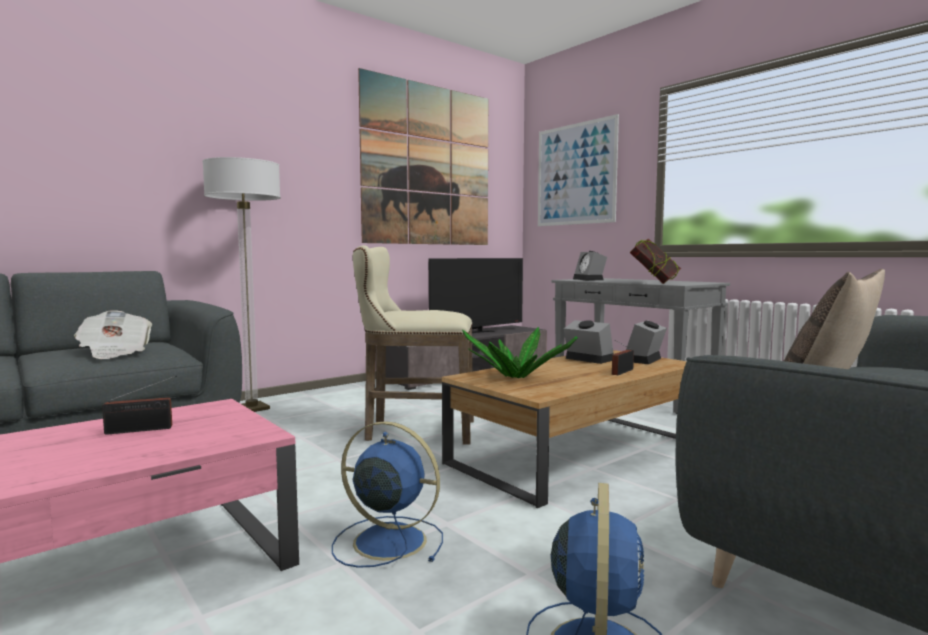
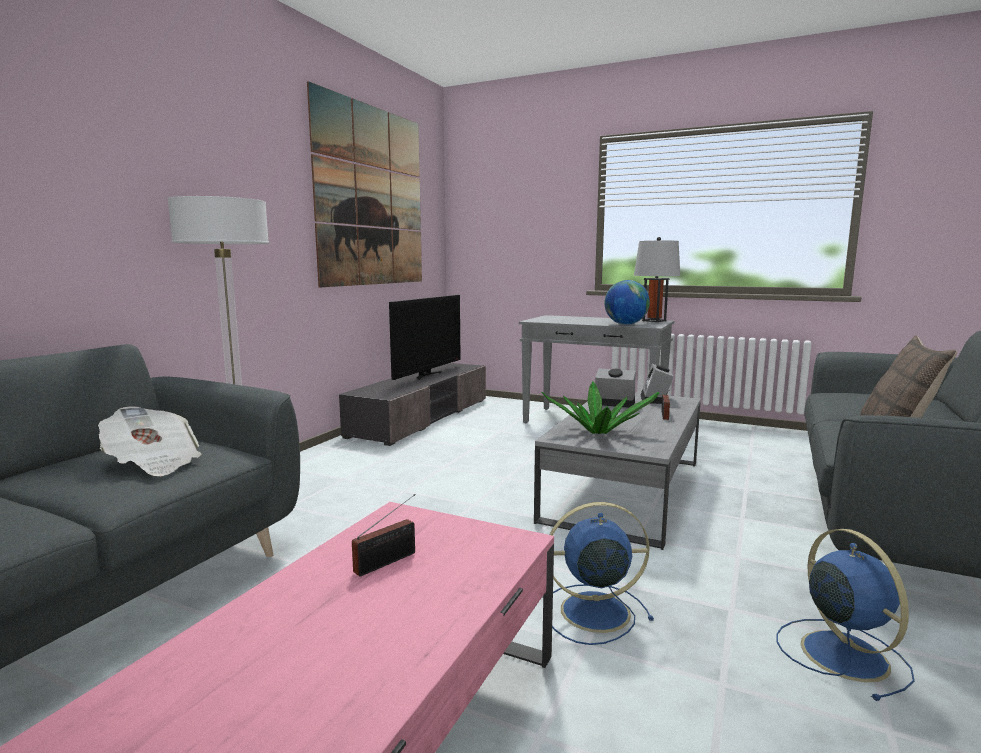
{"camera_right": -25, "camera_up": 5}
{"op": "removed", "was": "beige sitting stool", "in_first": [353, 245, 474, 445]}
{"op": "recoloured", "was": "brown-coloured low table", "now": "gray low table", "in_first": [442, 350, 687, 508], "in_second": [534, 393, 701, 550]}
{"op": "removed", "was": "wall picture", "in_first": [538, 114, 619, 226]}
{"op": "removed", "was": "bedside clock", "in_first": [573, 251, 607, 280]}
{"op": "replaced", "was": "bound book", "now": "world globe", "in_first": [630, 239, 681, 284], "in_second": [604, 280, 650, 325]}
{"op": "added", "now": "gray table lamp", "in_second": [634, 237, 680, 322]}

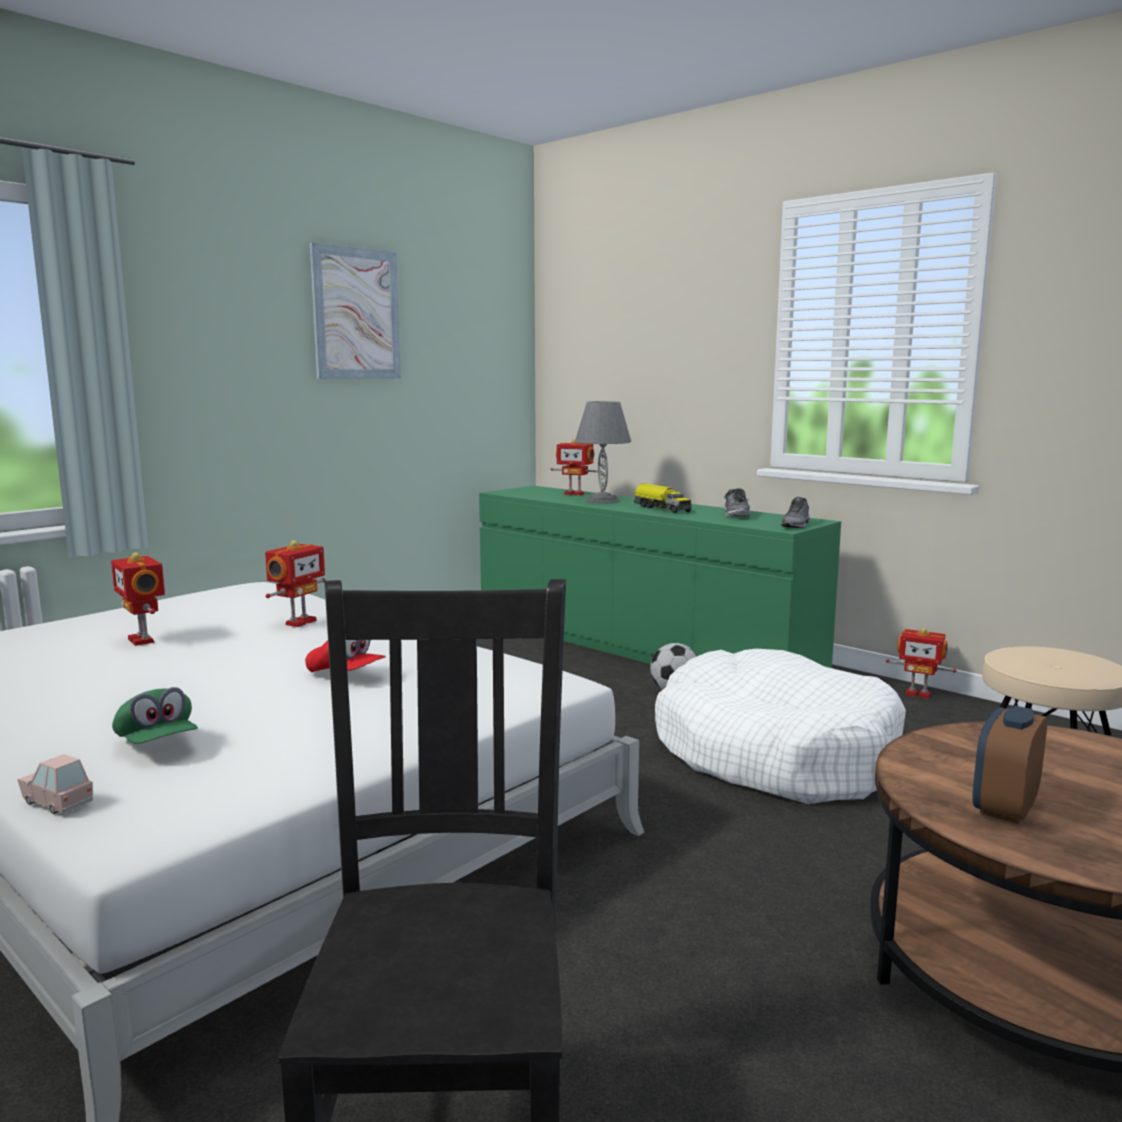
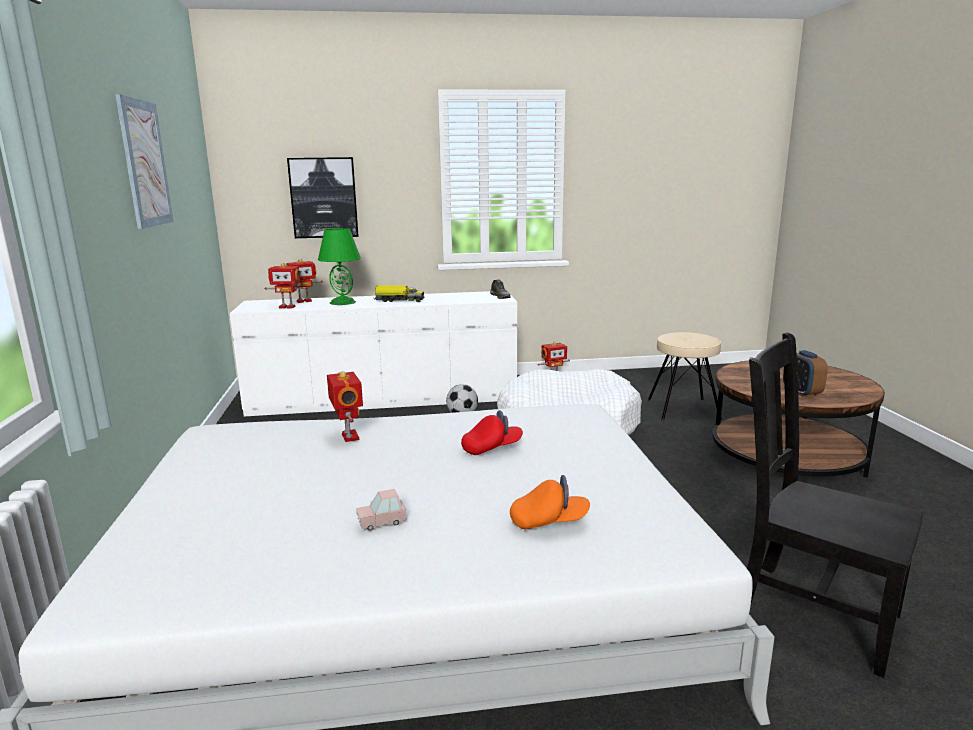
{"camera_right": -50, "camera_up": 5}
{"op": "moved", "was": "pink miniature car", "in_first": [18, 754, 93, 814], "in_second": [356, 489, 406, 531]}
{"op": "moved", "was": "robot figure", "in_first": [111, 553, 165, 646], "in_second": [264, 263, 307, 309]}
{"op": "recoloured", "was": "greenish baseball cap", "now": "orange-coloured baseball cap", "in_first": [112, 687, 198, 744], "in_second": [510, 475, 590, 530]}
{"op": "recoloured", "was": "greenish dresser", "now": "white dresser", "in_first": [479, 486, 841, 668], "in_second": [230, 291, 517, 416]}
{"op": "recoloured", "was": "gray table lamp", "now": "greenish table lamp", "in_first": [575, 401, 631, 503], "in_second": [318, 228, 361, 305]}
{"op": "removed", "was": "shoe", "in_first": [724, 488, 750, 518]}
{"op": "added", "now": "wall picture", "in_second": [287, 157, 359, 238]}

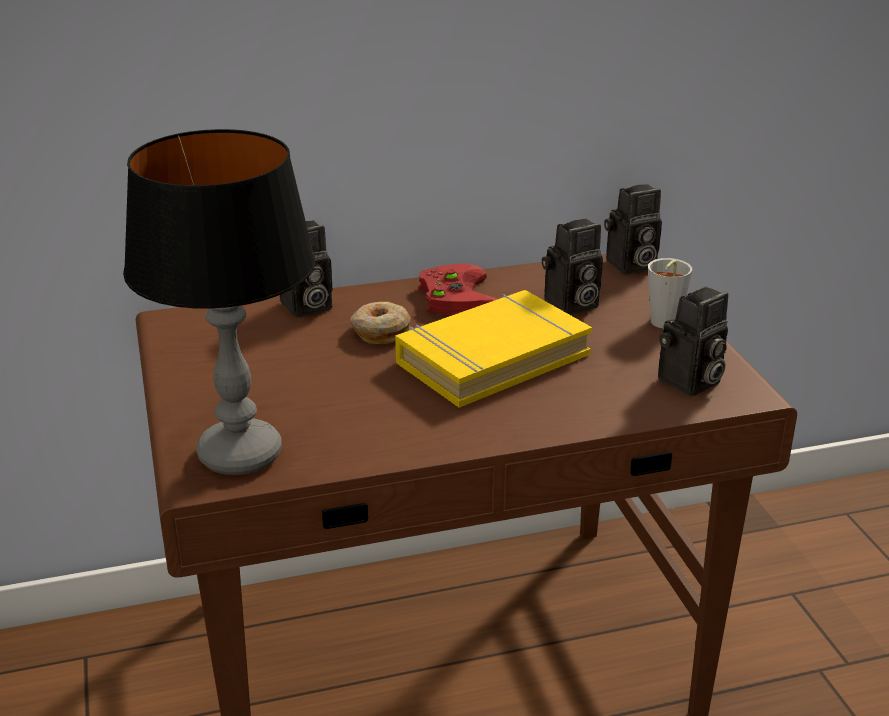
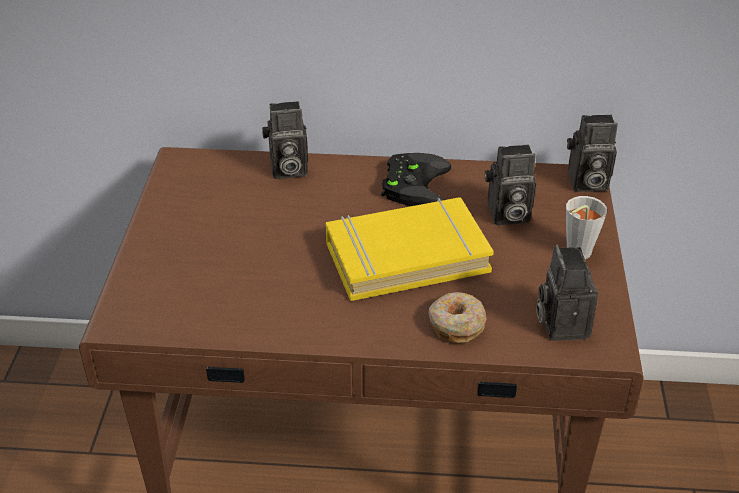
{"camera_right": 20, "camera_up": 10}
{"op": "removed", "was": "table lamp", "in_first": [123, 129, 316, 475]}
{"op": "moved", "was": "doughnut", "in_first": [350, 302, 411, 344], "in_second": [429, 292, 487, 343]}
{"op": "recoloured", "was": "reddish gamepad", "now": "blackish gamepad", "in_first": [418, 264, 497, 315], "in_second": [381, 153, 451, 206]}
{"op": "turned", "was": "photo camera", "in_first": [658, 286, 728, 396], "in_second": [536, 245, 598, 341], "clockwise": 105}

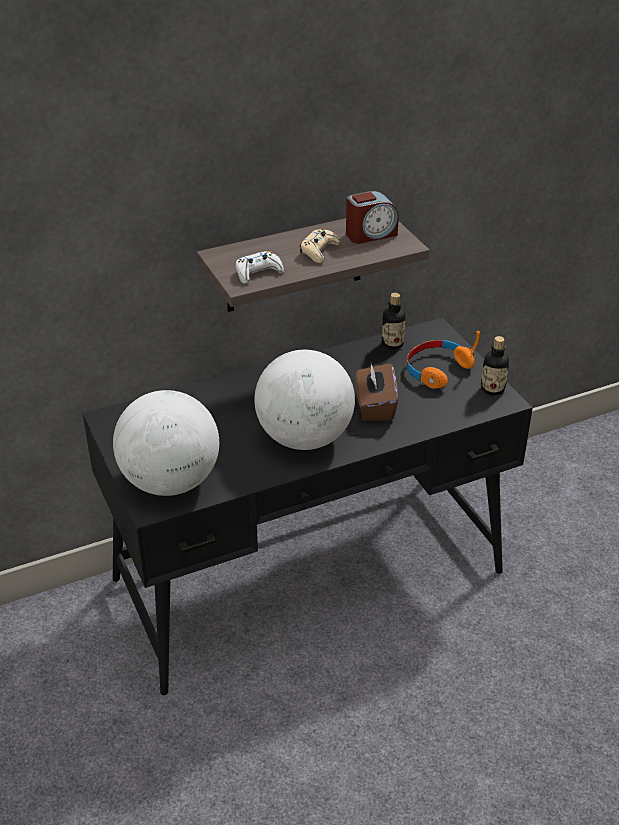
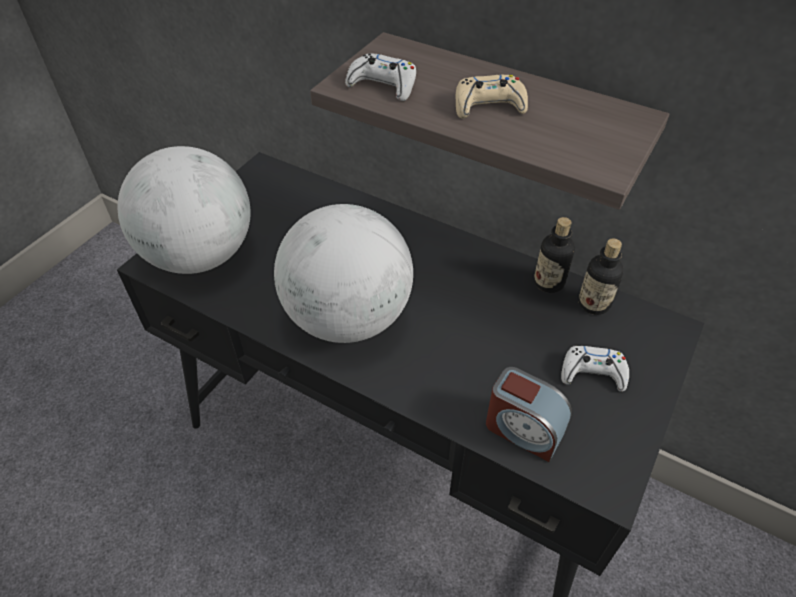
{"camera_right": 55, "camera_up": 10}
{"op": "moved", "was": "bedside clock", "in_first": [346, 191, 399, 244], "in_second": [486, 367, 572, 462]}
{"op": "removed", "was": "brown-coloured tissue holder", "in_first": [356, 363, 398, 421]}
{"op": "replaced", "was": "orange-coloured pair of headphones", "now": "white gamepad", "in_first": [406, 331, 480, 389], "in_second": [561, 345, 629, 392]}
{"op": "moved", "was": "beverage bottle", "in_first": [481, 336, 509, 396], "in_second": [534, 217, 575, 293]}

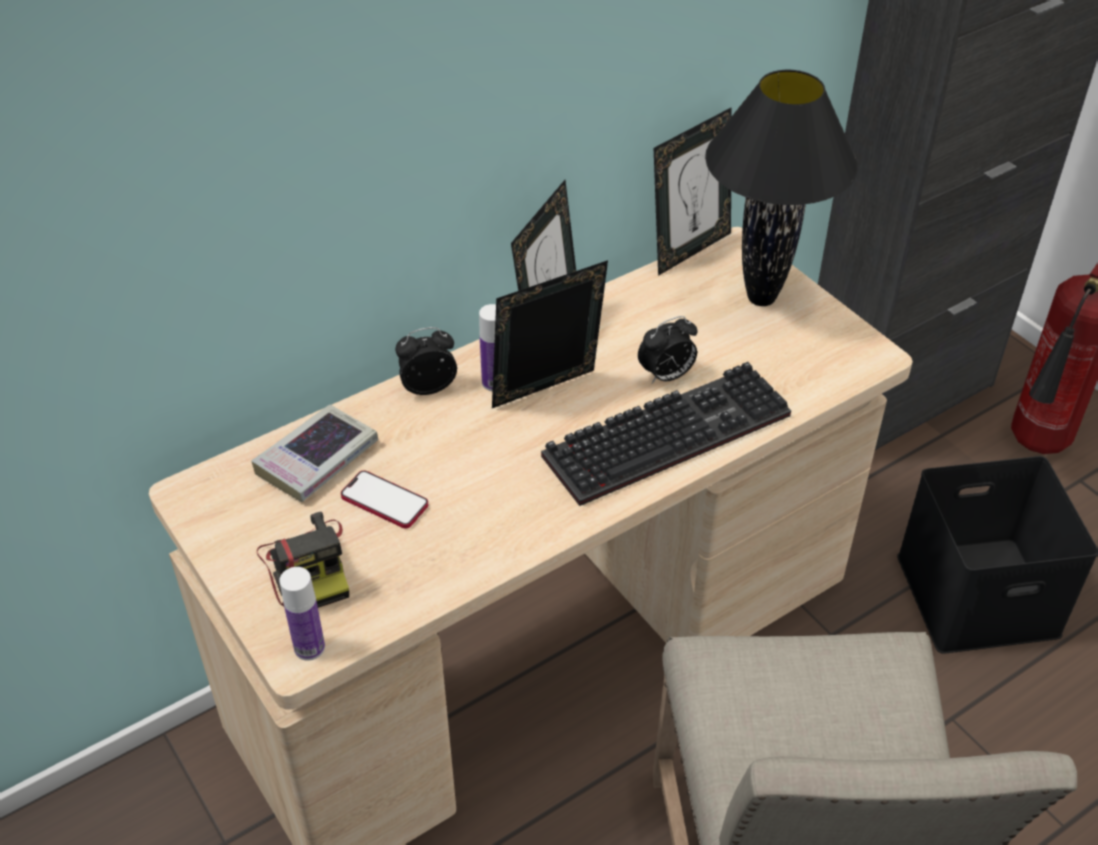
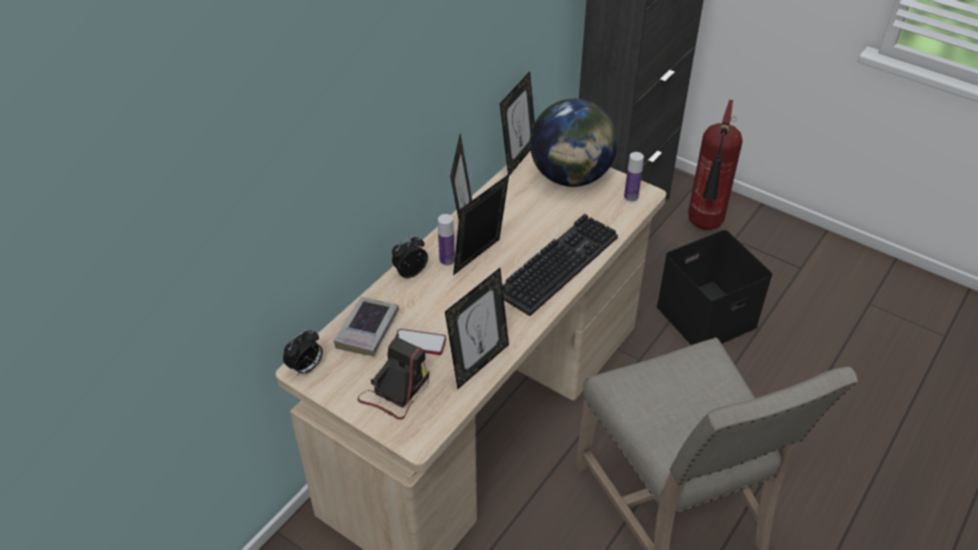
{"camera_right": -20, "camera_up": 0}
{"op": "turned", "was": "photo camera", "in_first": [257, 512, 349, 608], "in_second": [358, 337, 430, 420], "clockwise": -105}
{"op": "moved", "was": "beverage bottle", "in_first": [279, 567, 325, 661], "in_second": [624, 152, 644, 202]}
{"op": "moved", "was": "bedside clock", "in_first": [638, 316, 698, 384], "in_second": [283, 330, 323, 376]}
{"op": "replaced", "was": "blackish table lamp", "now": "world globe", "in_first": [705, 70, 858, 306], "in_second": [530, 99, 618, 187]}
{"op": "added", "now": "picture frame", "in_second": [445, 268, 509, 389]}

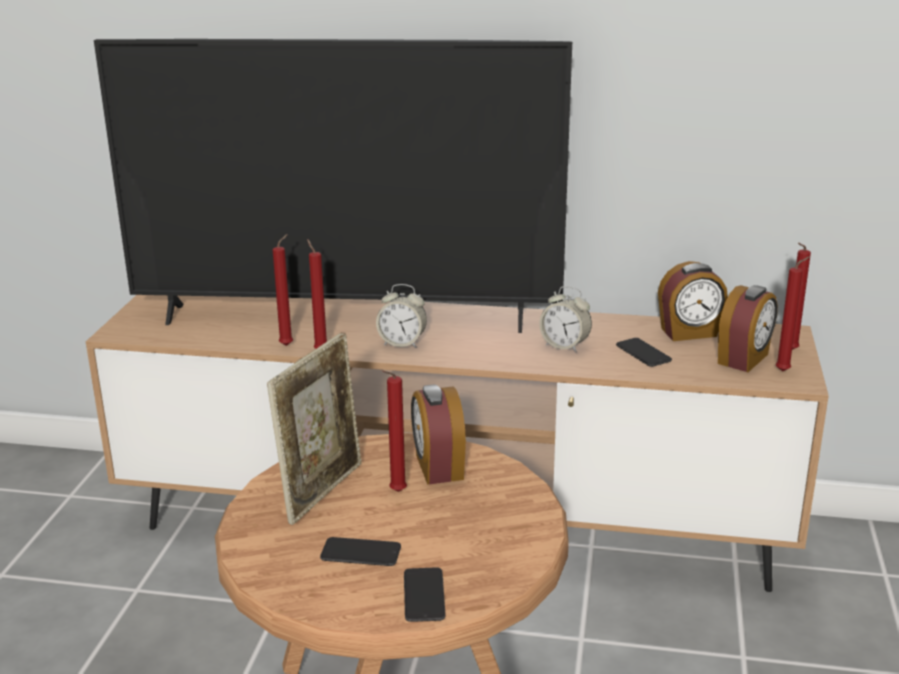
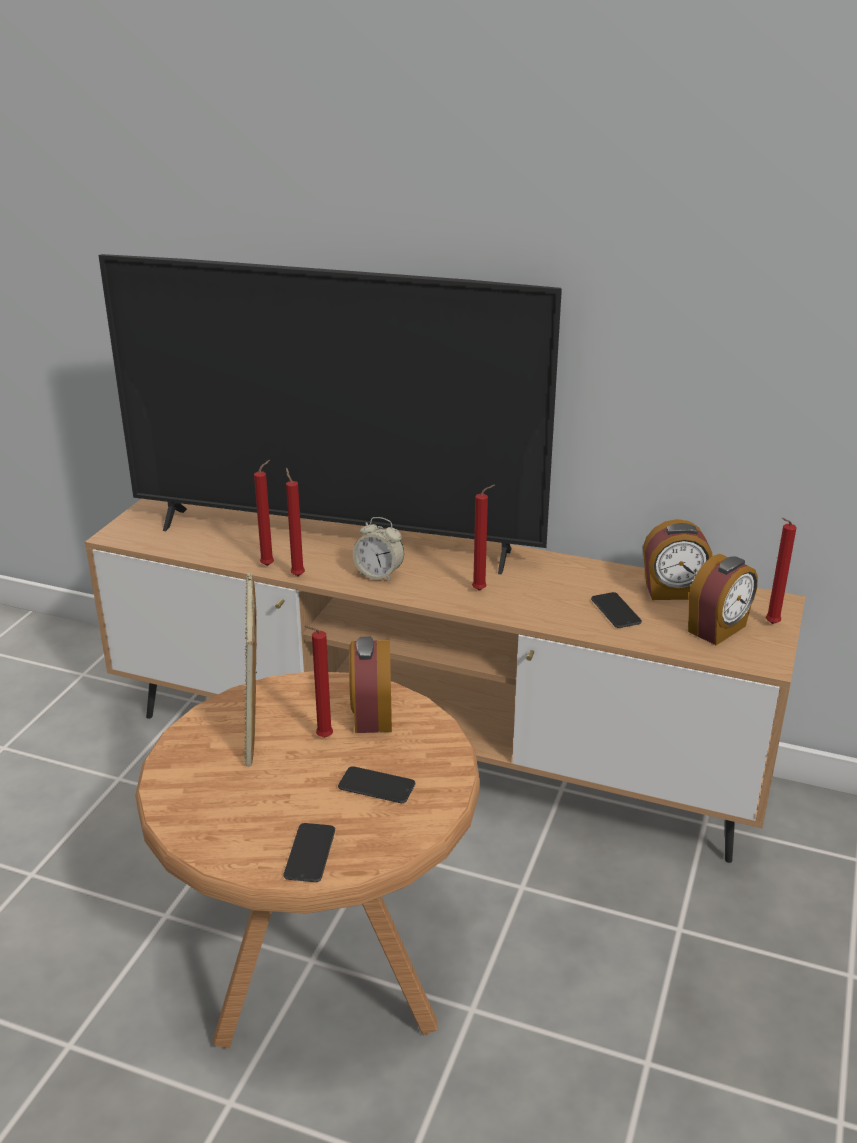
{"camera_right": 10, "camera_up": 5}
{"op": "turned", "was": "picture frame", "in_first": [267, 332, 362, 525], "in_second": [244, 573, 257, 767], "clockwise": 135}
{"op": "moved", "was": "telephone", "in_first": [320, 537, 401, 566], "in_second": [338, 766, 415, 803]}
{"op": "removed", "was": "bedside clock", "in_first": [539, 286, 592, 352]}
{"op": "moved", "was": "reddish wax light", "in_first": [776, 257, 810, 372], "in_second": [472, 485, 495, 591]}

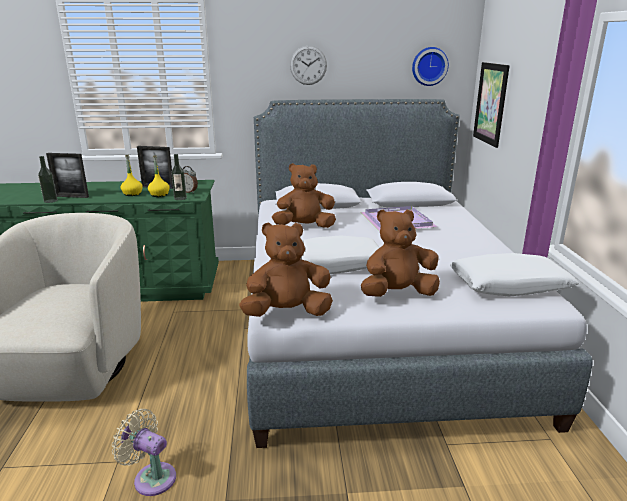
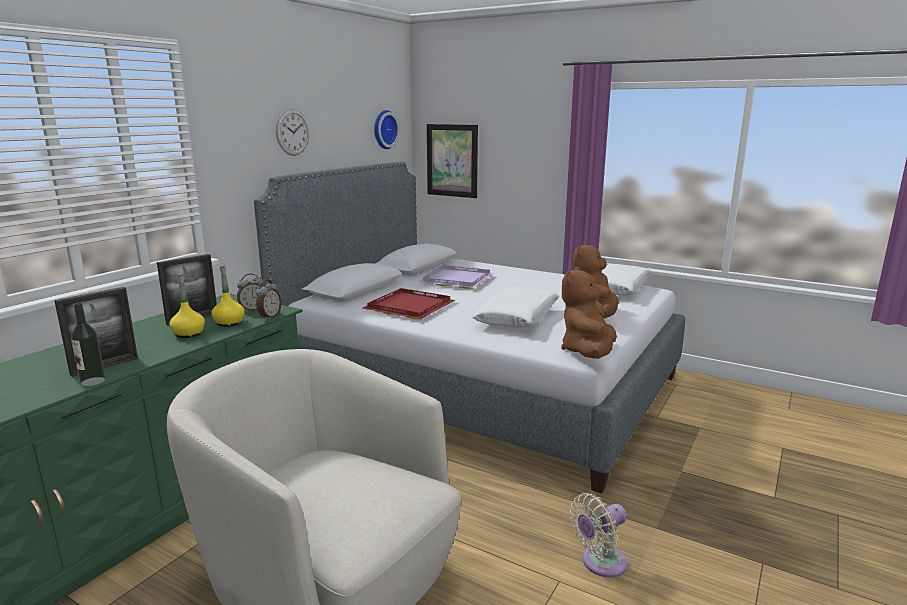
{"camera_right": -55, "camera_up": -5}
{"op": "replaced", "was": "beverage bottle", "now": "bedside clock", "in_first": [171, 154, 187, 200], "in_second": [256, 280, 281, 320]}
{"op": "replaced", "was": "brown-coloured plush toy", "now": "reddish serving tray", "in_first": [272, 163, 336, 228], "in_second": [363, 288, 455, 320]}

